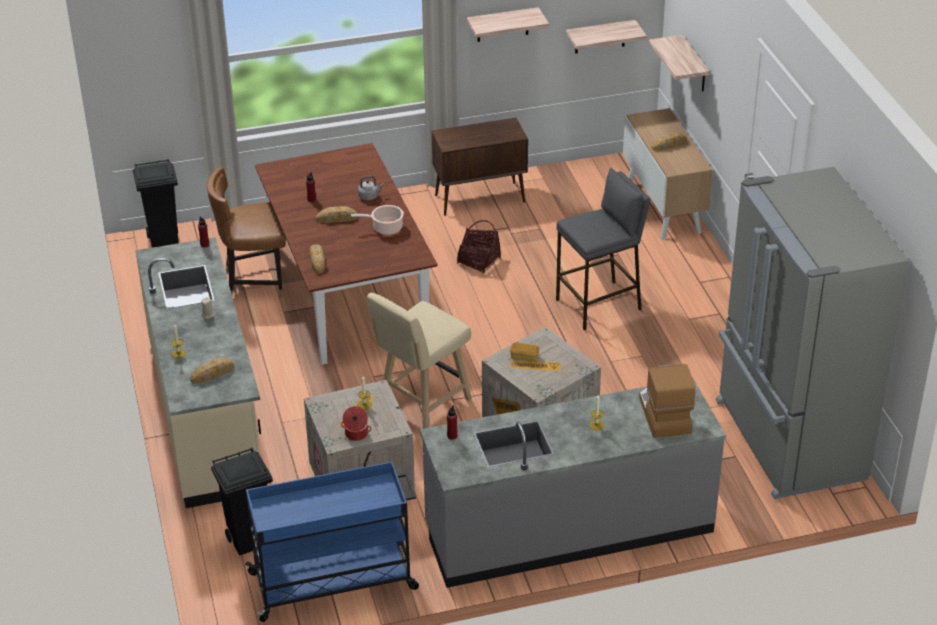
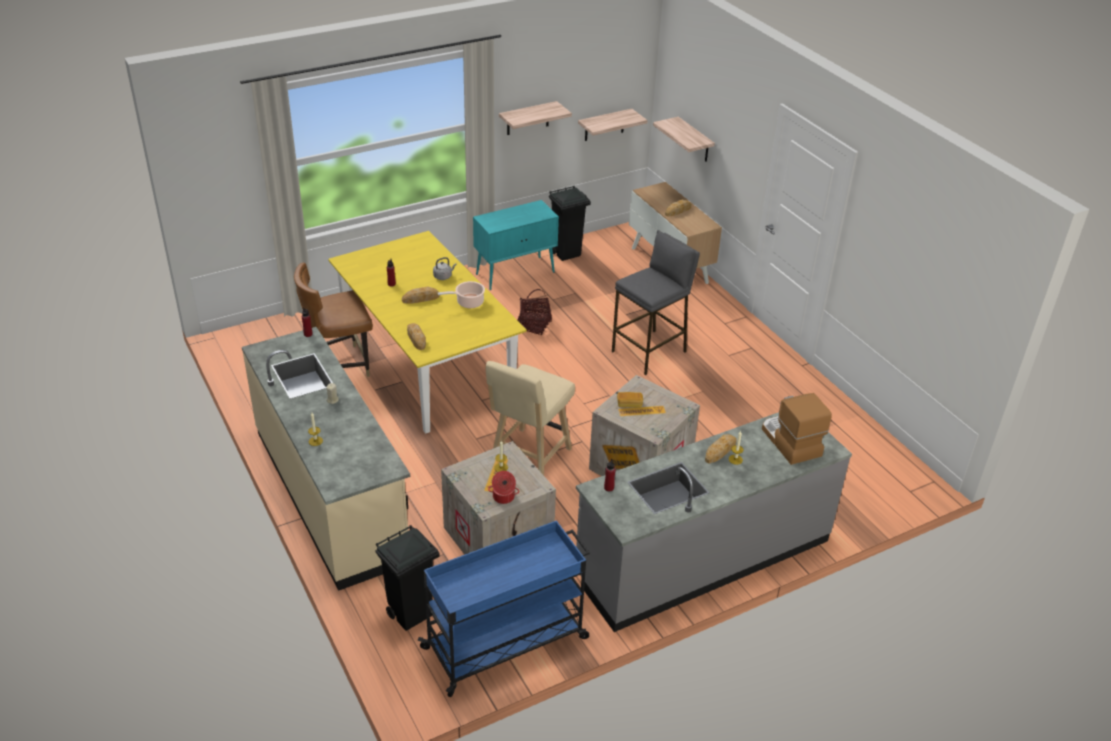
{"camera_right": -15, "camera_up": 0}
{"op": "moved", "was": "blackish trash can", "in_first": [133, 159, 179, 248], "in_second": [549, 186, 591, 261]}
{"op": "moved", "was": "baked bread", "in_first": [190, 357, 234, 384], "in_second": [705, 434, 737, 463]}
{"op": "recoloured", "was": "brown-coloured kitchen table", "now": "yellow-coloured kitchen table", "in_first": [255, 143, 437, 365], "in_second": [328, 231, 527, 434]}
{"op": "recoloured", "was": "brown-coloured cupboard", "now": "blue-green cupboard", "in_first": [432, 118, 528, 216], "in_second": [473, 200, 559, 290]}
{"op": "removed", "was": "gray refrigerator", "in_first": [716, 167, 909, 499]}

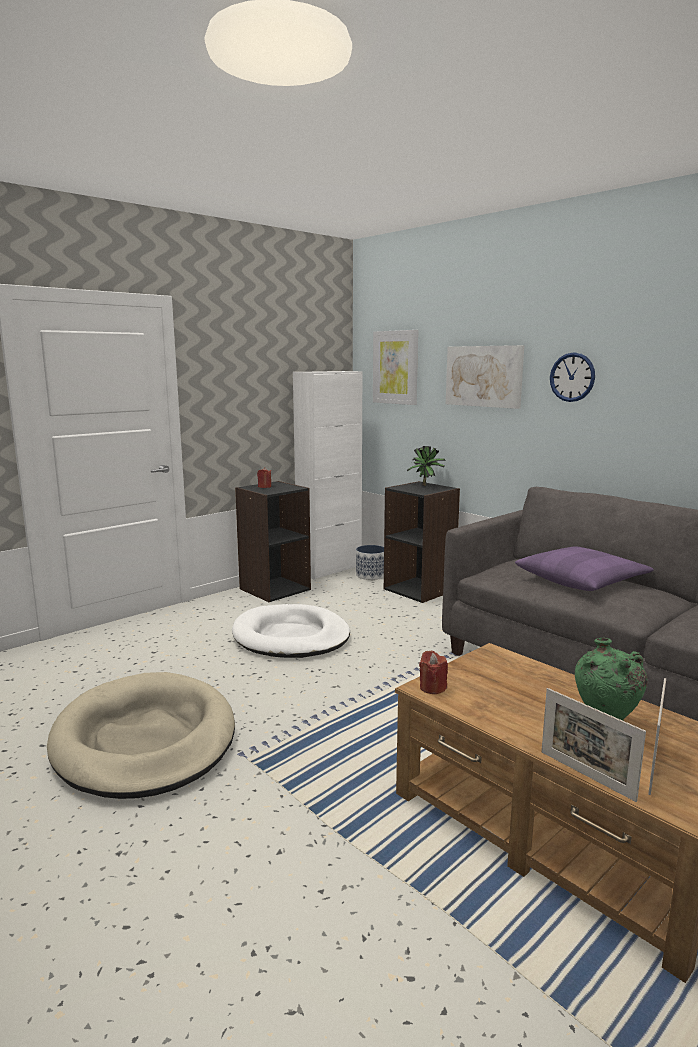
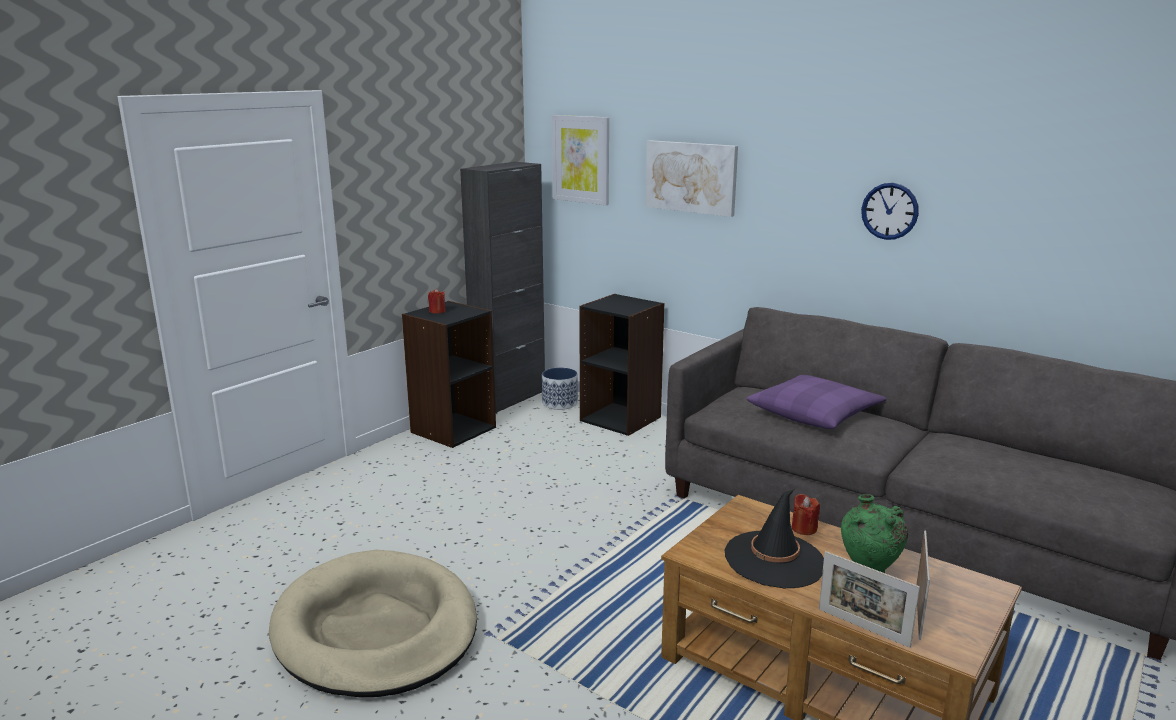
{"camera_right": -10, "camera_up": 5}
{"op": "removed", "was": "white dog bed", "in_first": [232, 604, 350, 658]}
{"op": "recoloured", "was": "white cupboard", "now": "blackish cupboard", "in_first": [293, 371, 362, 580], "in_second": [460, 162, 545, 414]}
{"op": "removed", "was": "plant in a pot", "in_first": [407, 446, 446, 486]}
{"op": "moved", "was": "reddish wax light", "in_first": [419, 651, 448, 694], "in_second": [792, 494, 820, 535]}
{"op": "moved", "was": "clock on the wall", "in_first": [550, 352, 595, 402], "in_second": [861, 183, 919, 240]}
{"op": "added", "now": "blackish clothing hat", "in_second": [725, 489, 824, 588]}

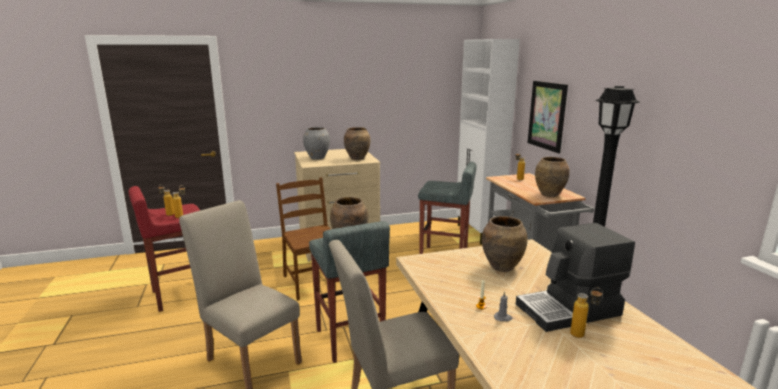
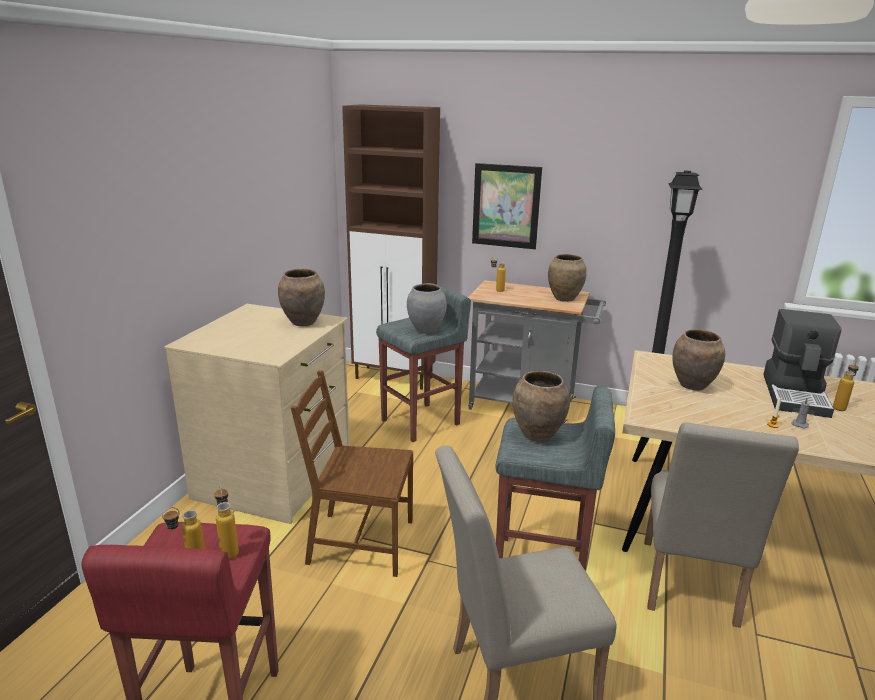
{"camera_right": -55, "camera_up": 5}
{"op": "moved", "was": "gray flower vase", "in_first": [303, 127, 330, 160], "in_second": [407, 283, 447, 334]}
{"op": "recoloured", "was": "white cupboard", "now": "brown-coloured cupboard", "in_first": [456, 39, 520, 244], "in_second": [342, 104, 440, 390]}

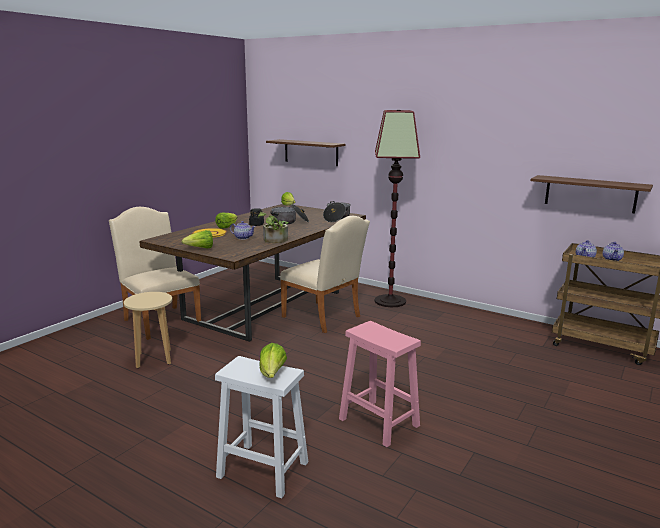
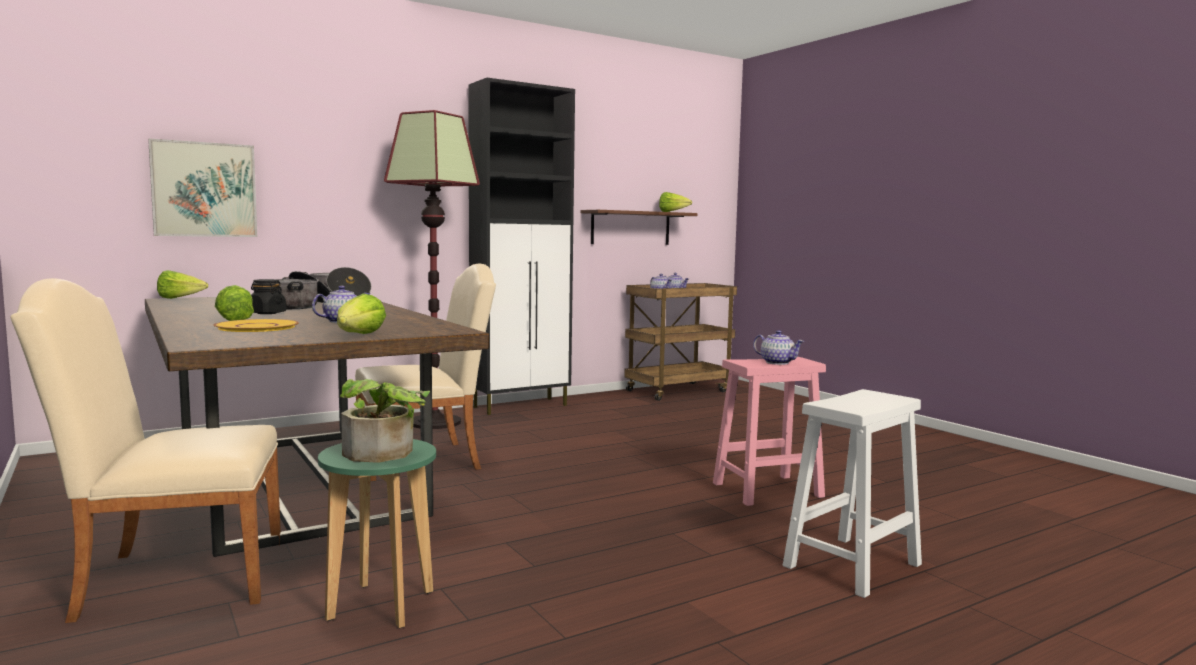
{"camera_right": -65, "camera_up": -10}
{"op": "recoloured", "was": "beige sitting stool", "now": "greenish sitting stool", "in_first": [124, 292, 172, 368], "in_second": [318, 439, 436, 629]}
{"op": "moved", "was": "plant in a pot", "in_first": [258, 212, 289, 244], "in_second": [340, 379, 430, 463]}
{"op": "moved", "was": "lettuce head", "in_first": [259, 343, 287, 378], "in_second": [659, 192, 692, 212]}
{"op": "replaced", "was": "brown-coloured shelf", "now": "wall picture", "in_first": [266, 139, 346, 166], "in_second": [148, 138, 257, 237]}
{"op": "added", "now": "blackish cupboard", "in_second": [468, 78, 575, 415]}
{"op": "added", "now": "tea pot", "in_second": [753, 330, 804, 365]}

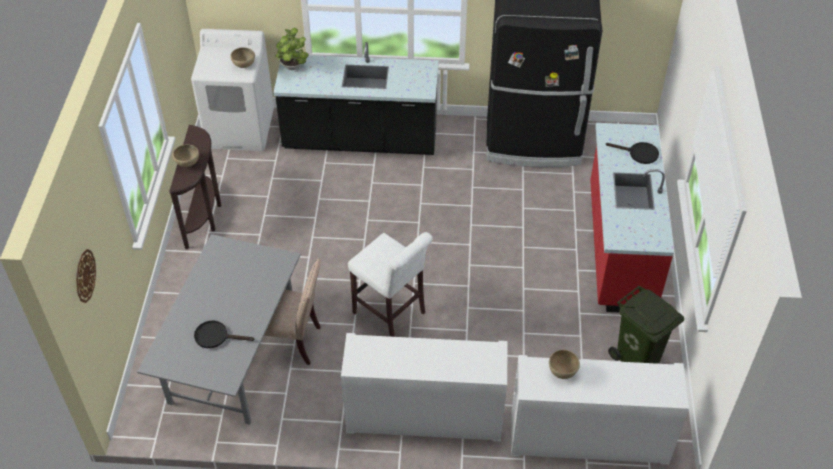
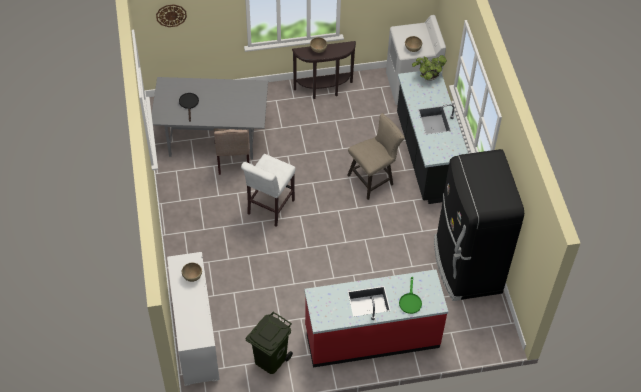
{"camera_right": 75, "camera_up": 5}
{"op": "removed", "was": "white cupboard", "in_first": [341, 333, 508, 442]}
{"op": "recoloured", "was": "blackish skillet", "now": "greenish skillet", "in_first": [606, 142, 659, 164], "in_second": [399, 277, 422, 314]}
{"op": "added", "now": "beige sitting stool", "in_second": [347, 113, 405, 200]}

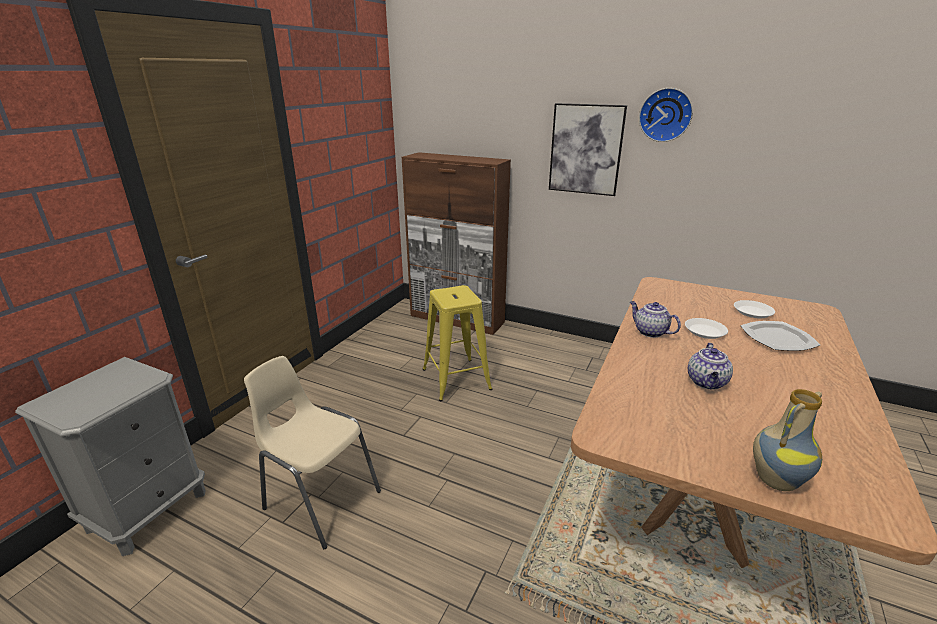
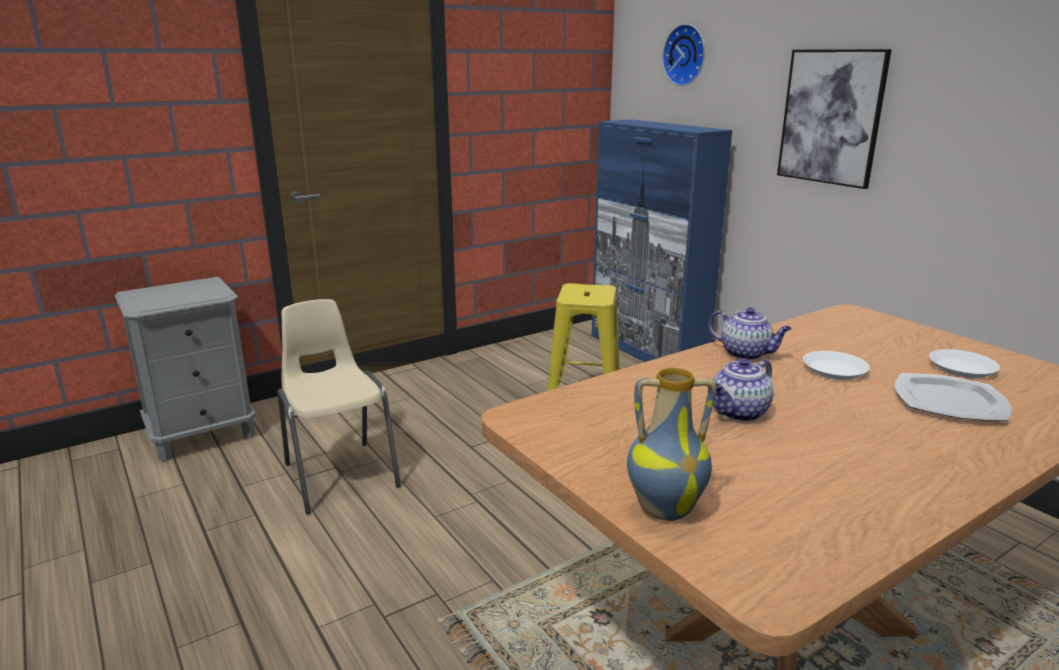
{"camera_right": 30, "camera_up": -5}
{"op": "recoloured", "was": "brown-coloured cupboard", "now": "blue cupboard", "in_first": [402, 152, 511, 335], "in_second": [592, 119, 732, 362]}
{"op": "turned", "was": "tea pot", "in_first": [630, 301, 681, 338], "in_second": [708, 308, 792, 360], "clockwise": 135}
{"op": "moved", "was": "clock on the wall", "in_first": [639, 88, 693, 142], "in_second": [662, 24, 705, 86]}

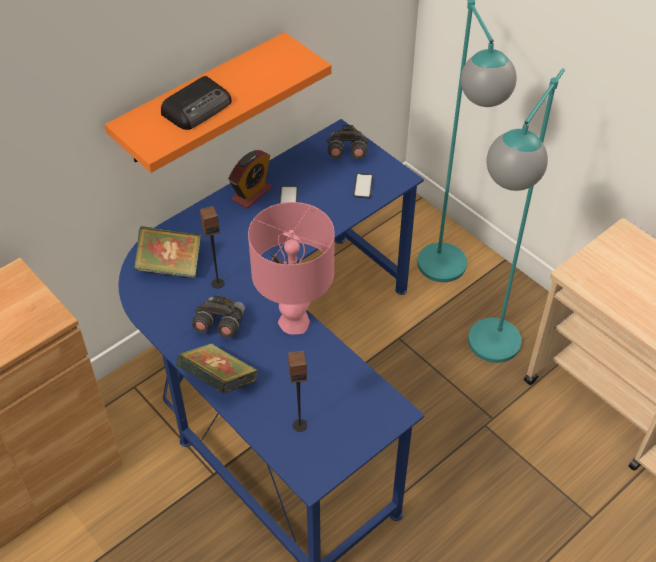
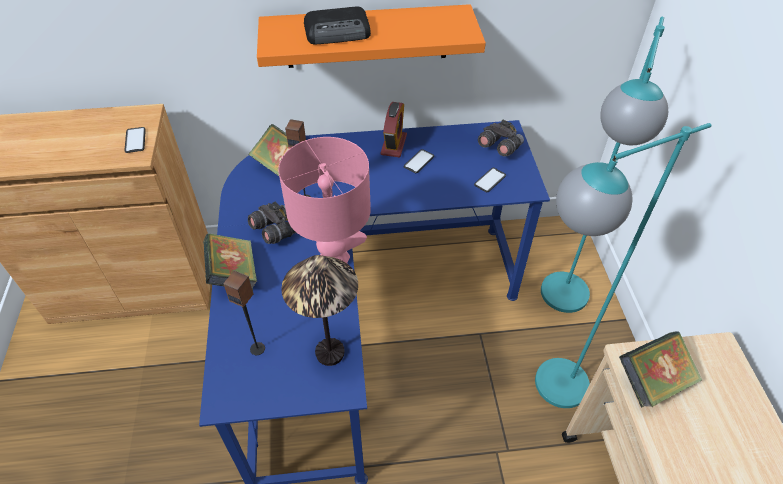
{"camera_right": 35, "camera_up": 0}
{"op": "turned", "was": "bedside clock", "in_first": [228, 150, 272, 209], "in_second": [381, 102, 407, 158], "clockwise": -60}
{"op": "added", "now": "telephone", "in_second": [124, 127, 146, 153]}
{"op": "added", "now": "table lamp", "in_second": [281, 255, 358, 366]}
{"op": "added", "now": "bound book", "in_second": [619, 331, 702, 408]}

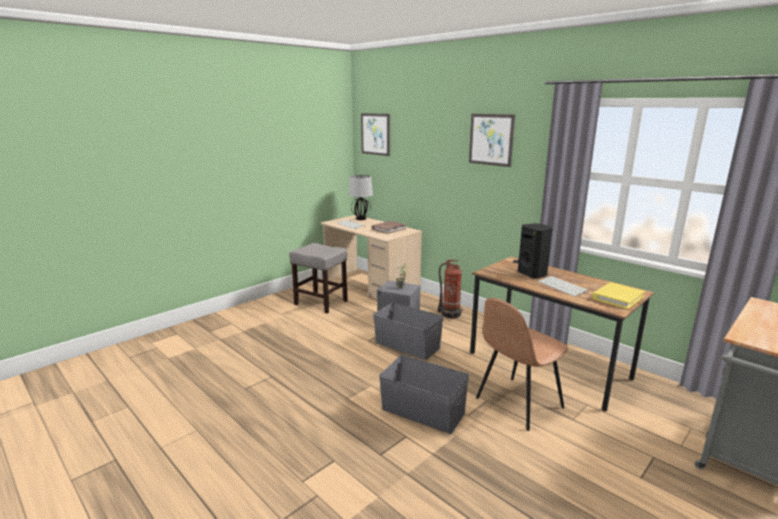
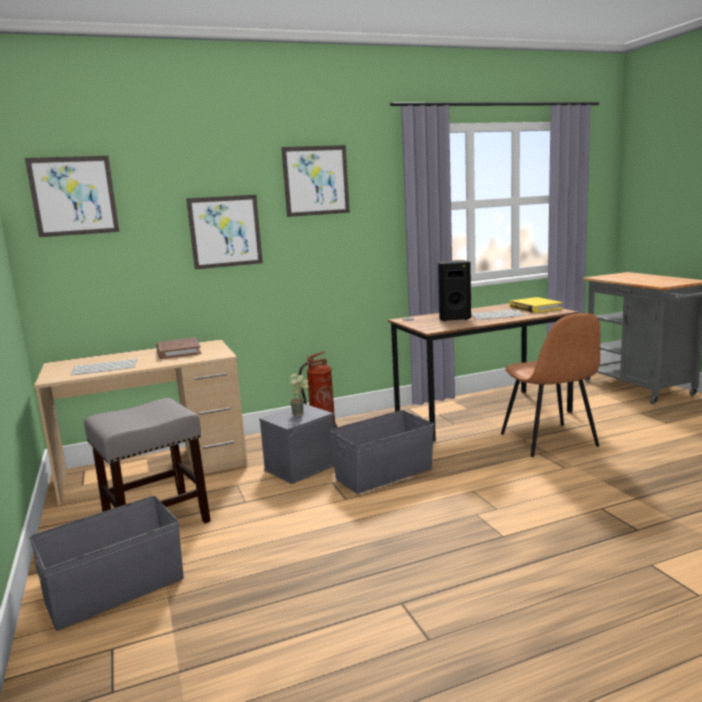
{"camera_right": -65, "camera_up": -5}
{"op": "removed", "was": "table lamp", "in_first": [349, 175, 373, 220]}
{"op": "moved", "was": "gray storage bin", "in_first": [379, 355, 469, 434], "in_second": [29, 496, 184, 631]}
{"op": "added", "now": "wall picture", "in_second": [186, 195, 263, 269]}

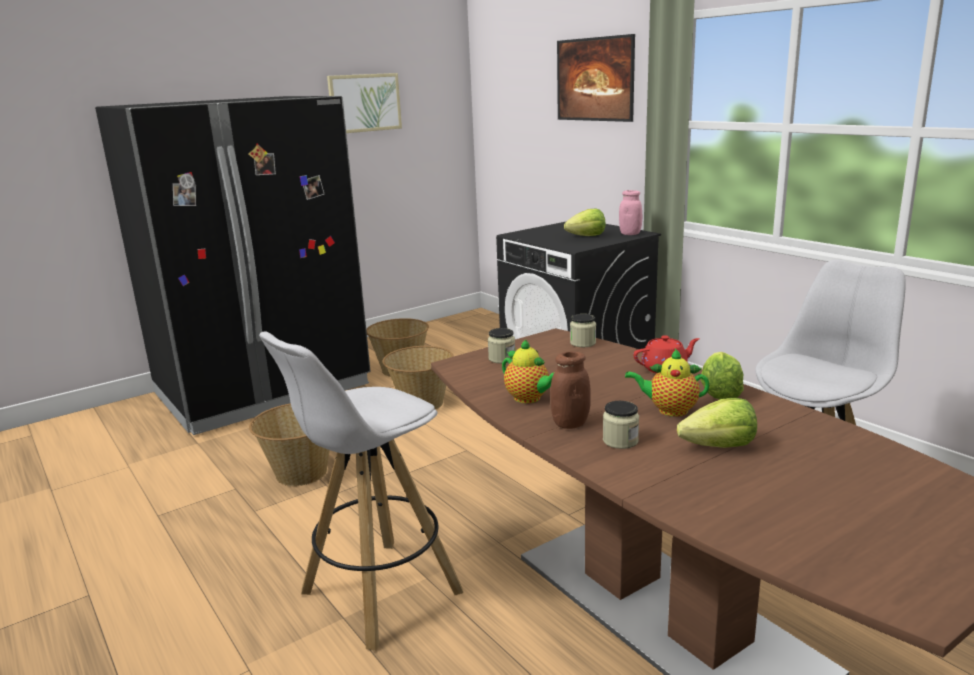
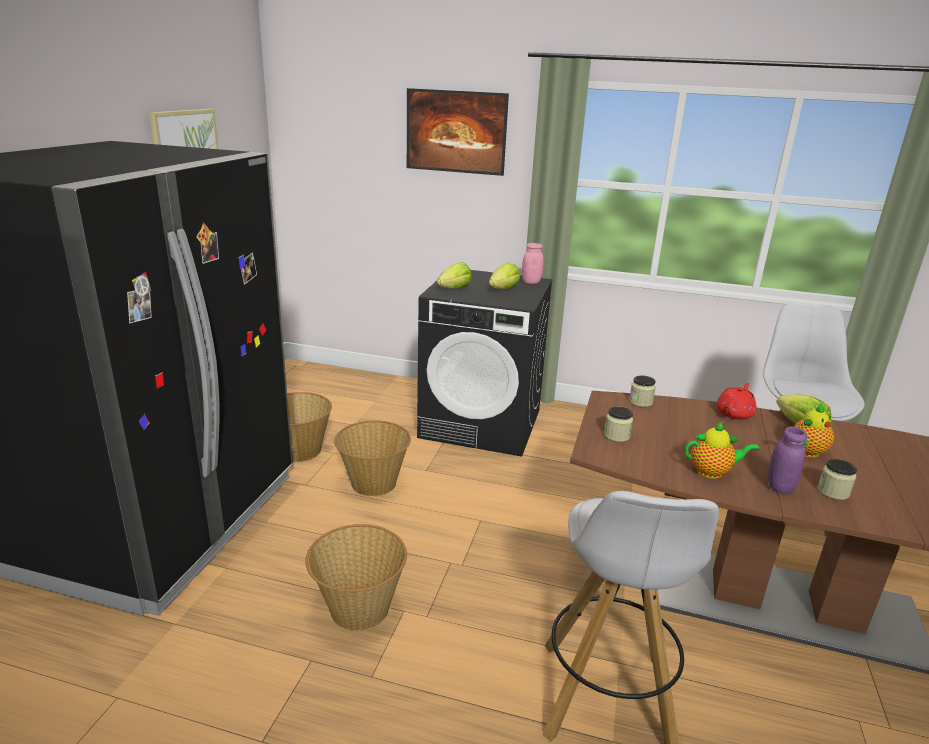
{"camera_right": -40, "camera_up": 5}
{"op": "recoloured", "was": "brown-coloured storage jar", "now": "purplish storage jar", "in_first": [550, 351, 591, 429], "in_second": [768, 427, 807, 494]}
{"op": "moved", "was": "lettuce head", "in_first": [677, 398, 757, 448], "in_second": [437, 262, 472, 289]}

